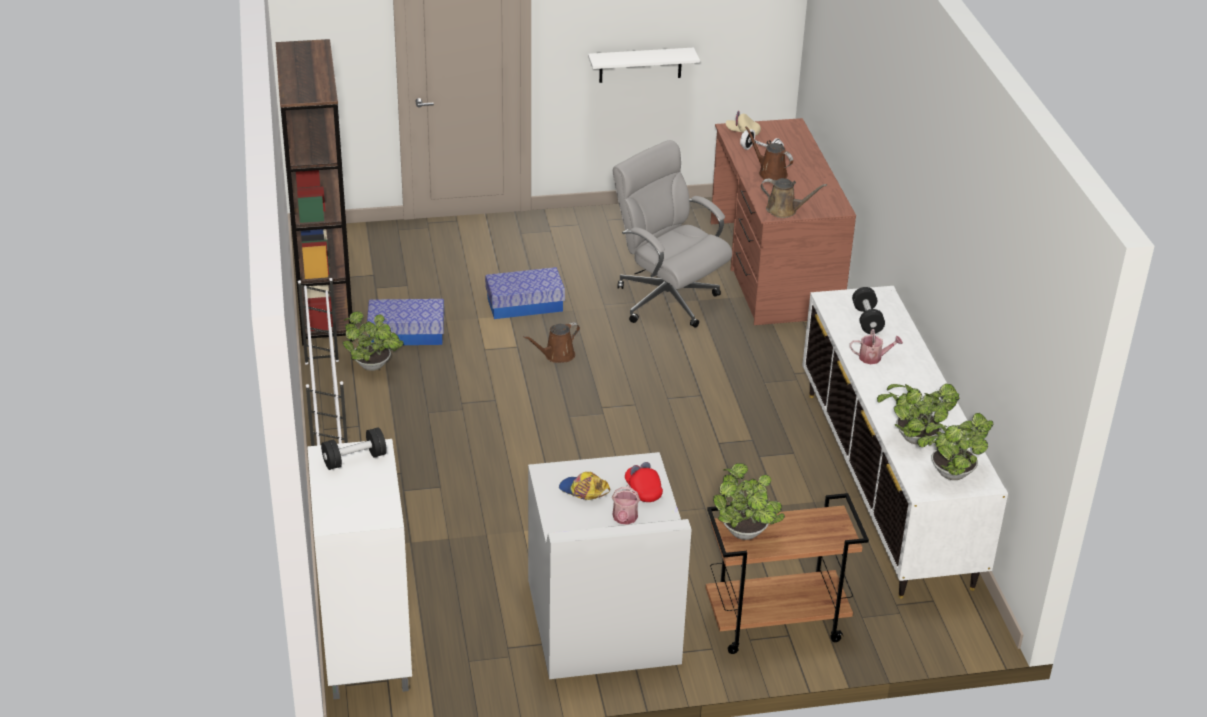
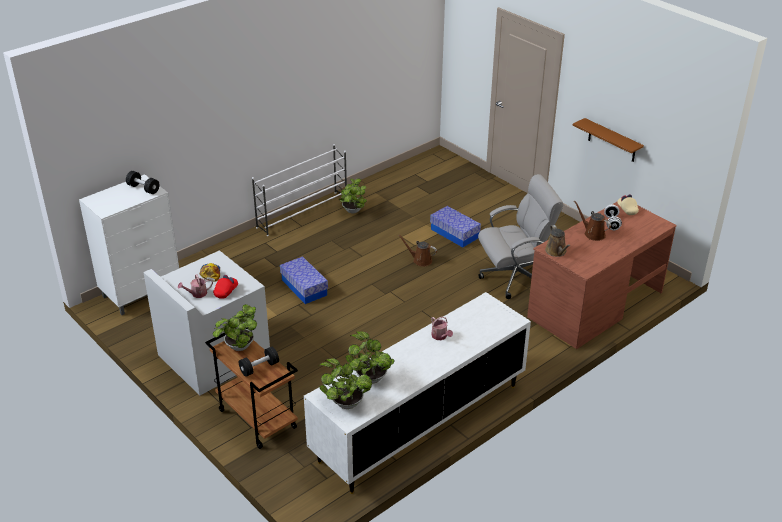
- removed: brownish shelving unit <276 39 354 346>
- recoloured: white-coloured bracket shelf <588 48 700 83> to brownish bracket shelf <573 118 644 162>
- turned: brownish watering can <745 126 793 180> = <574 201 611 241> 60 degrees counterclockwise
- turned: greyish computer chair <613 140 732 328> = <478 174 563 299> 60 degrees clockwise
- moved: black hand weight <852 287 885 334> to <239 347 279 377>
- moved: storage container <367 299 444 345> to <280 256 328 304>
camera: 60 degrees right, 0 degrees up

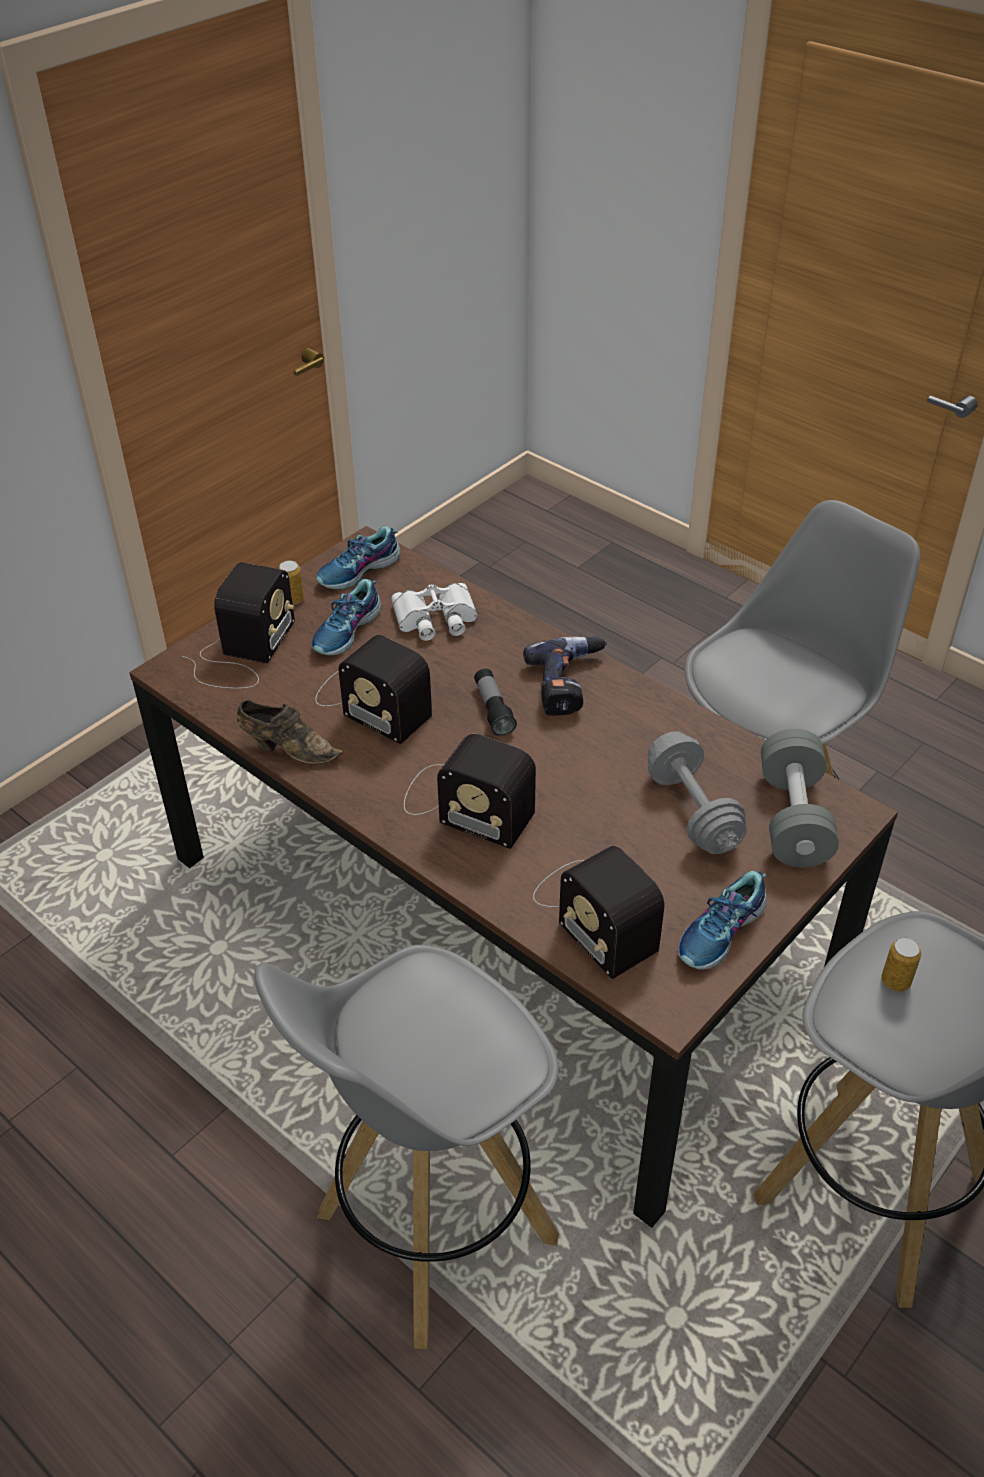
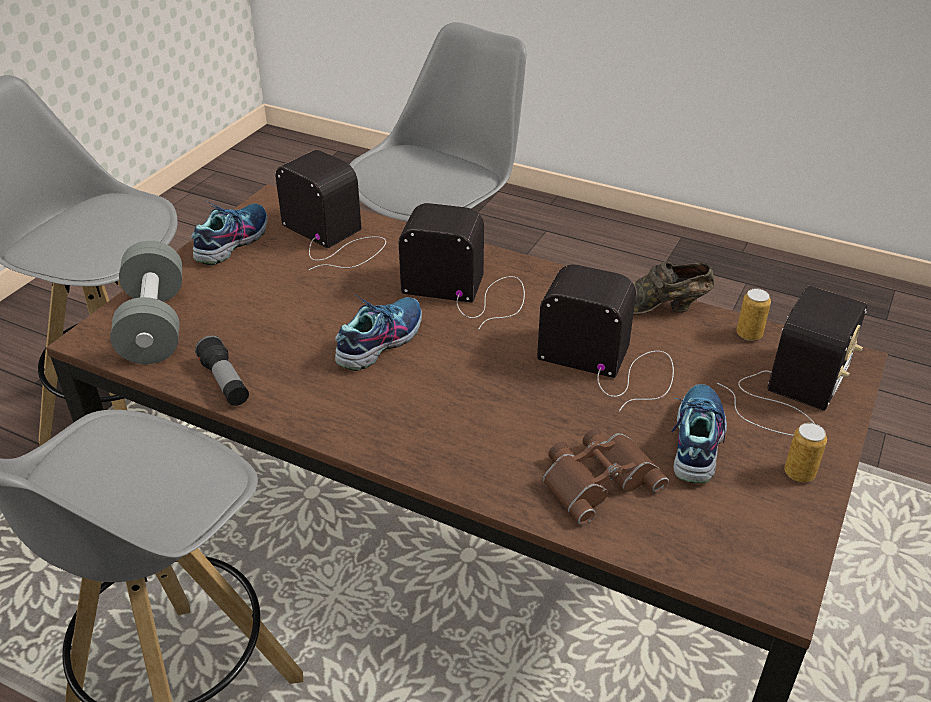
- moved: shoe <316 526 401 590> to <335 295 422 371>
- turned: radio <182 562 295 689> = <717 286 867 436> 150 degrees counterclockwise
- recoloured: white-coloured field glasses <391 583 477 641> to brownish field glasses <543 429 669 525>
- removed: drill <523 637 607 716>
- moved: flashlight <474 669 517 736> to <195 335 249 406>
- removed: greyish hand weight <648 732 747 854>
- moved: sealed can <882 937 921 991> to <736 288 771 341>
camera: 165 degrees right, 5 degrees down

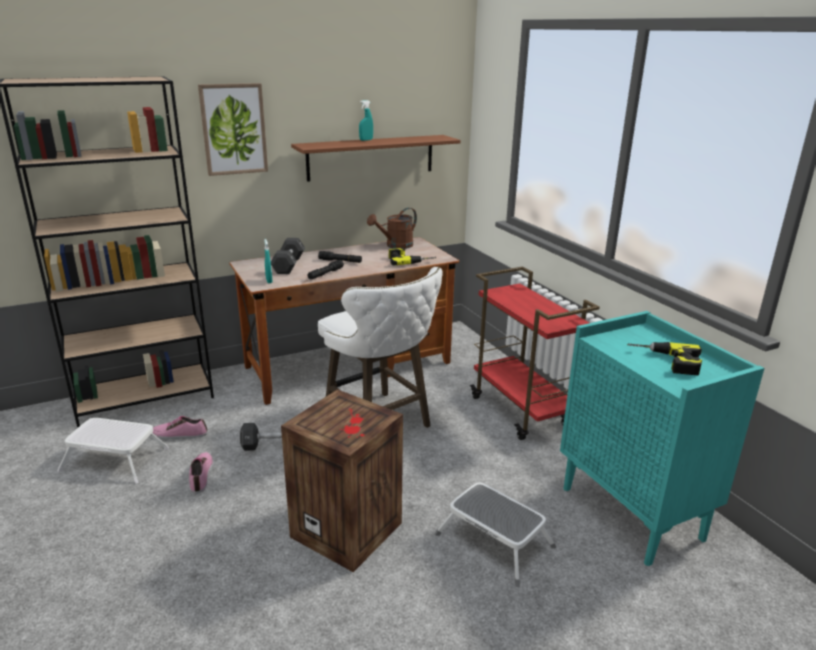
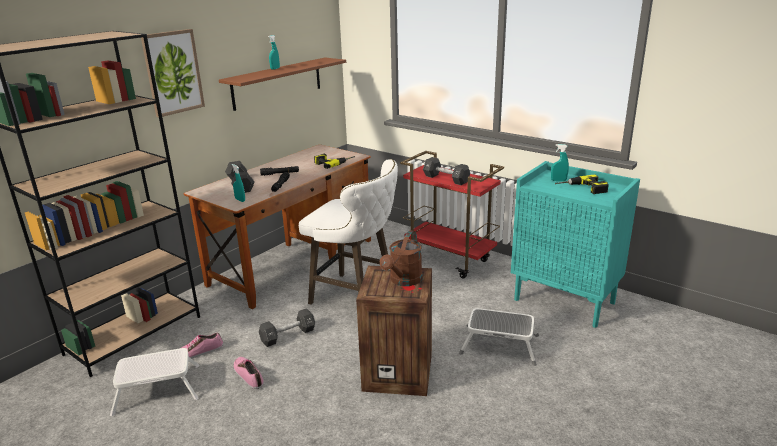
- moved: brownish watering can <367 208 417 249> to <380 230 423 286>
- added: blue-green hand sprayer <551 144 569 181>
- added: black hand weight <423 157 470 185>
camera: 25 degrees left, 0 degrees up

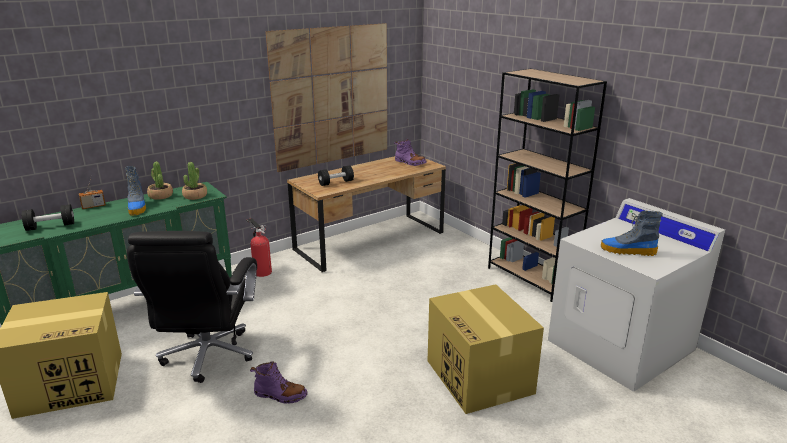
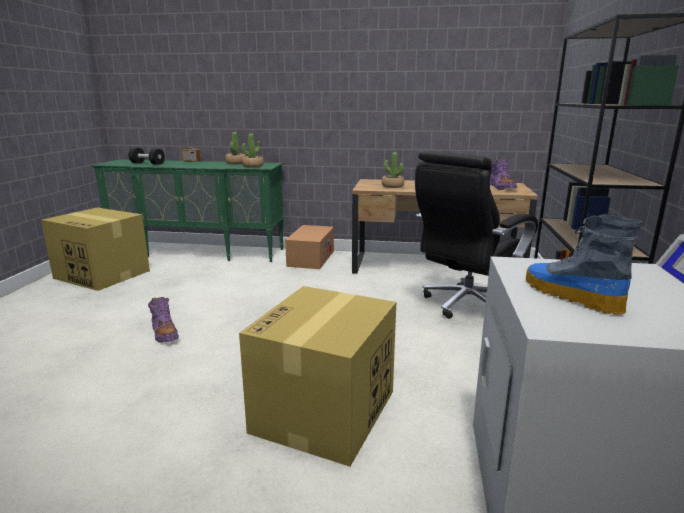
- removed: wall art <266 23 387 172>
- replaced: black hand weight <318 165 354 186> to houseplant <382 152 404 188>
- removed: boot <125 166 146 216>
- replaced: fire extinguisher <246 218 272 277> to packing box <285 225 334 269>
- moved: black computer chair <127 231 257 383> to <415 151 538 319>
camera: 45 degrees right, 5 degrees down

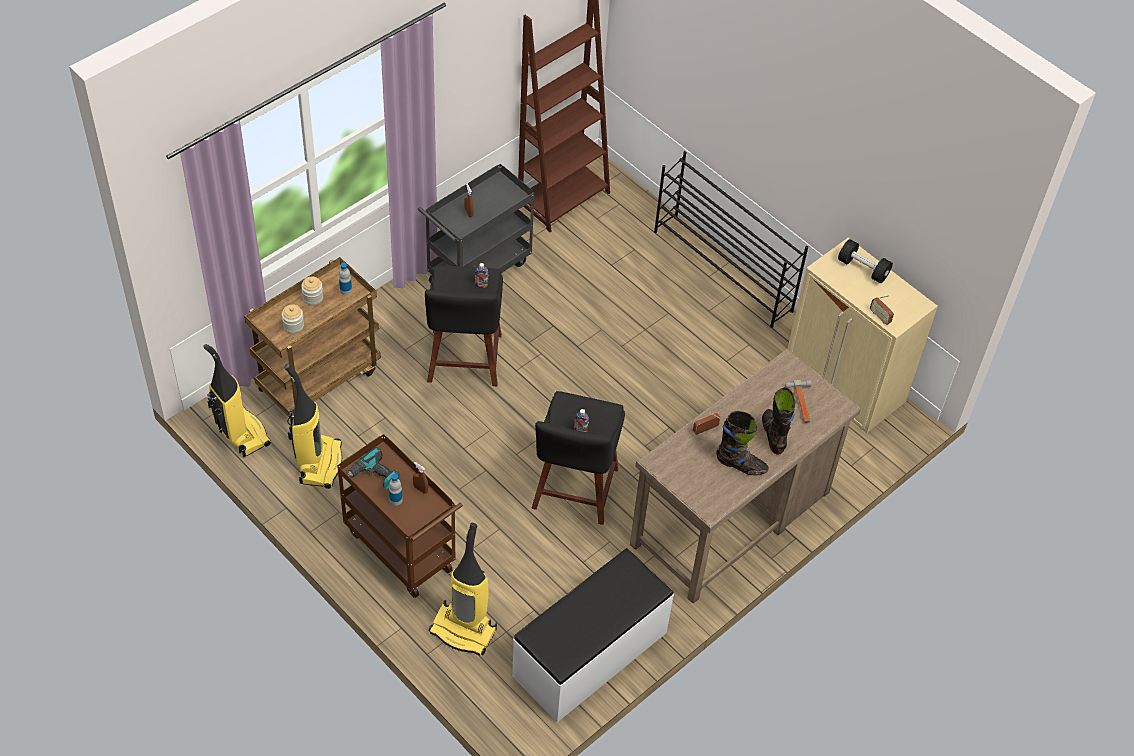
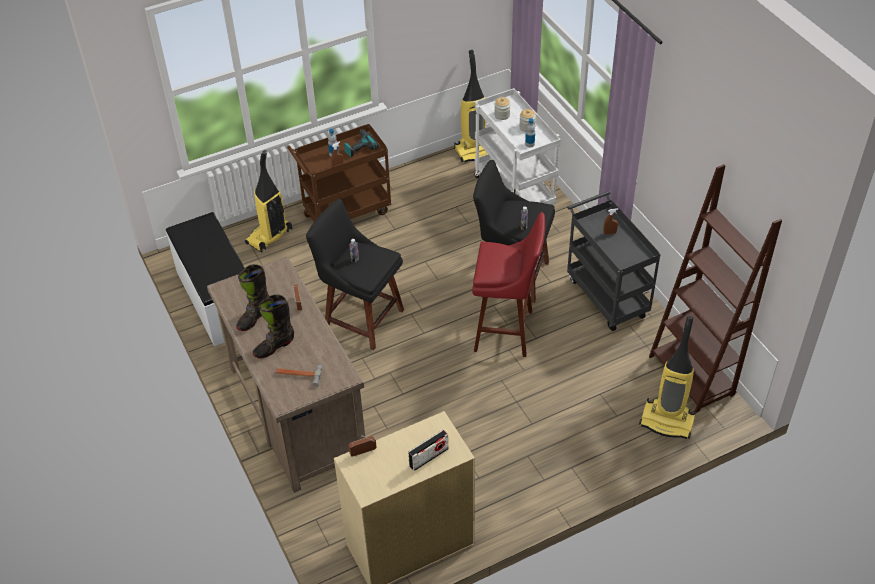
- removed: black shoe stand <654 151 808 328>
- replaced: black hand weight <838 239 893 283> to radio <408 430 448 471>
- recoloured: brownish wheeled cart <244 257 381 417> to white-coloured wheeled cart <474 88 561 205>
- moved: vacuum <285 364 342 489> to <639 316 696 439>
- turned: black boot <762 388 795 454> = <252 294 294 359> 135 degrees clockwise
- added: red stool seat <472 212 545 357>
camera: 110 degrees right, 5 degrees down

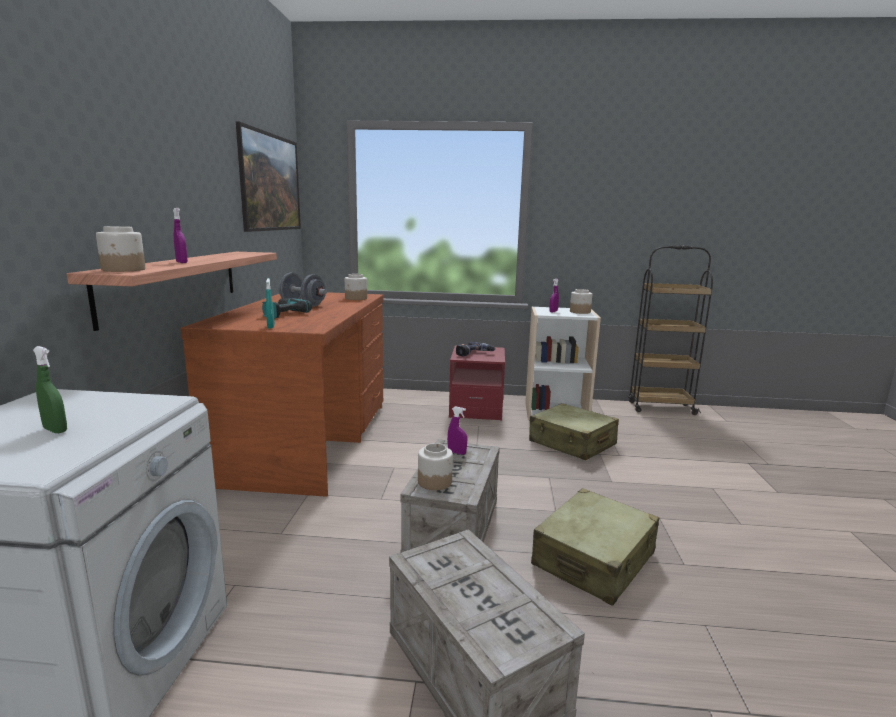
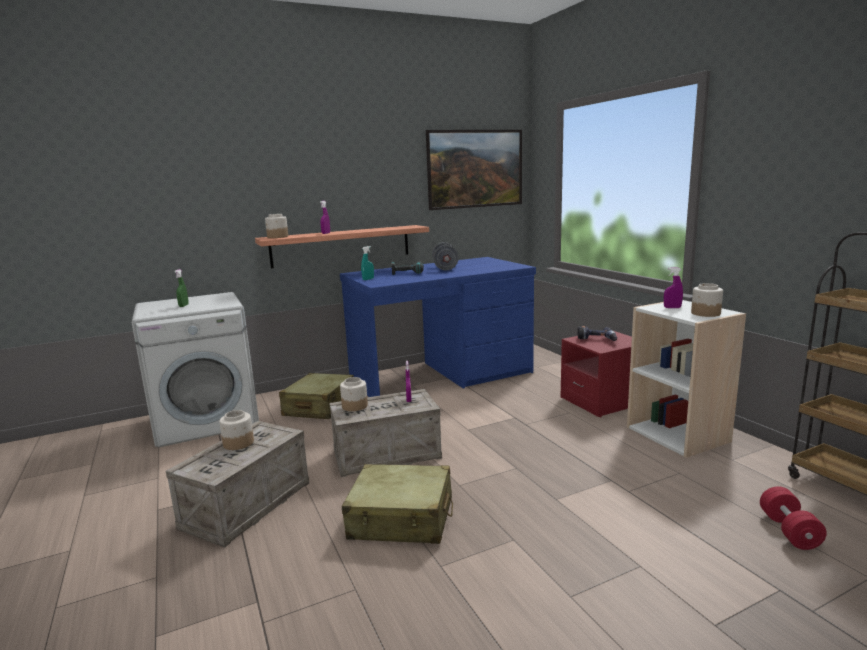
- moved: storage jar <345 274 367 300> to <219 410 254 450>
- recoloured: brownish desk <180 292 384 497> to bluish desk <340 257 536 397>
- moved: sand-coloured travel case <529 403 619 460> to <279 373 354 419>
- added: red hand weight <760 486 827 550>
camera: 60 degrees right, 0 degrees up

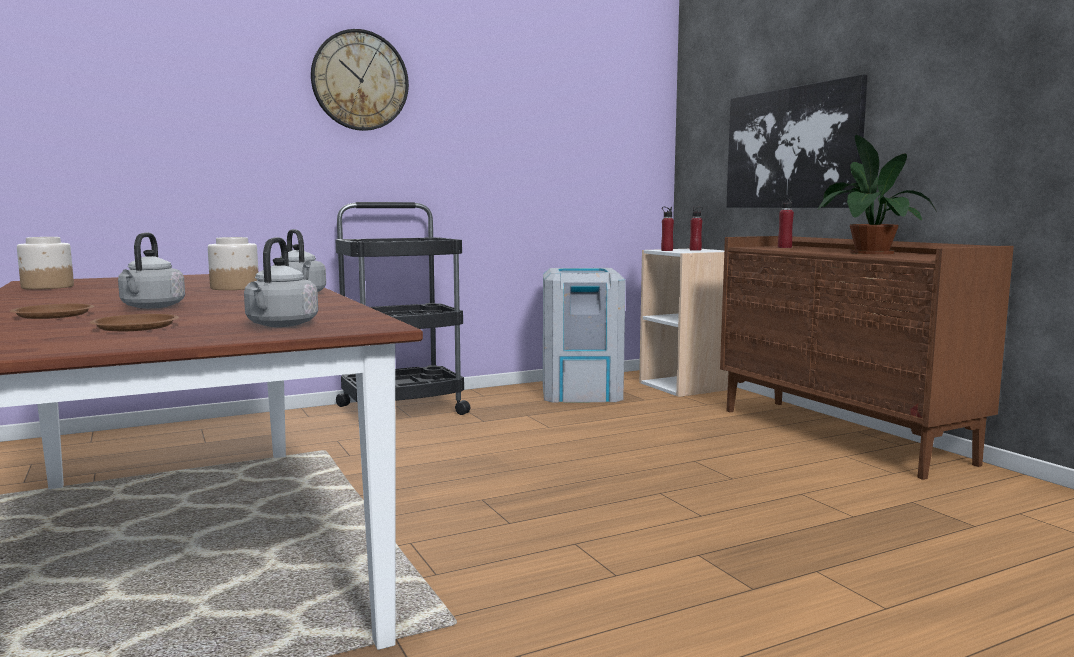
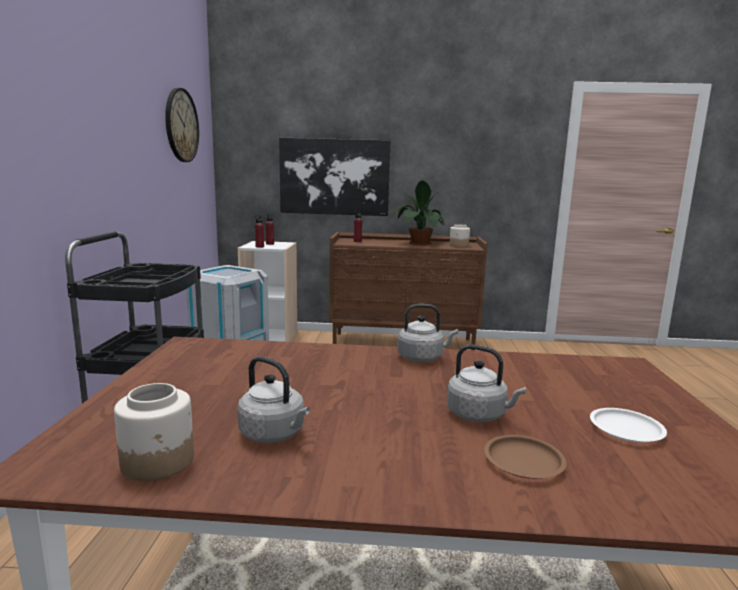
- moved: clock on the wall <311 29 409 131> to <165 88 199 162>
- moved: storage jar <208 237 258 290> to <449 224 470 247>
- moved: greyish kettle <244 237 318 327> to <238 356 310 443>
- recoloured: brownish plate <89 314 179 331> to white-coloured plate <590 408 667 443>
camera: 60 degrees left, 5 degrees up

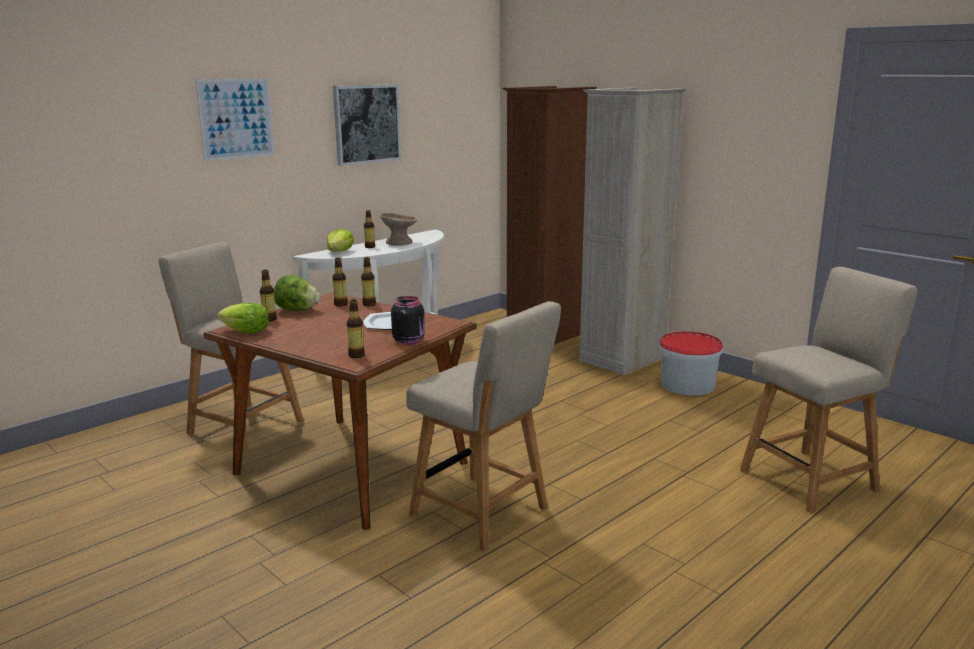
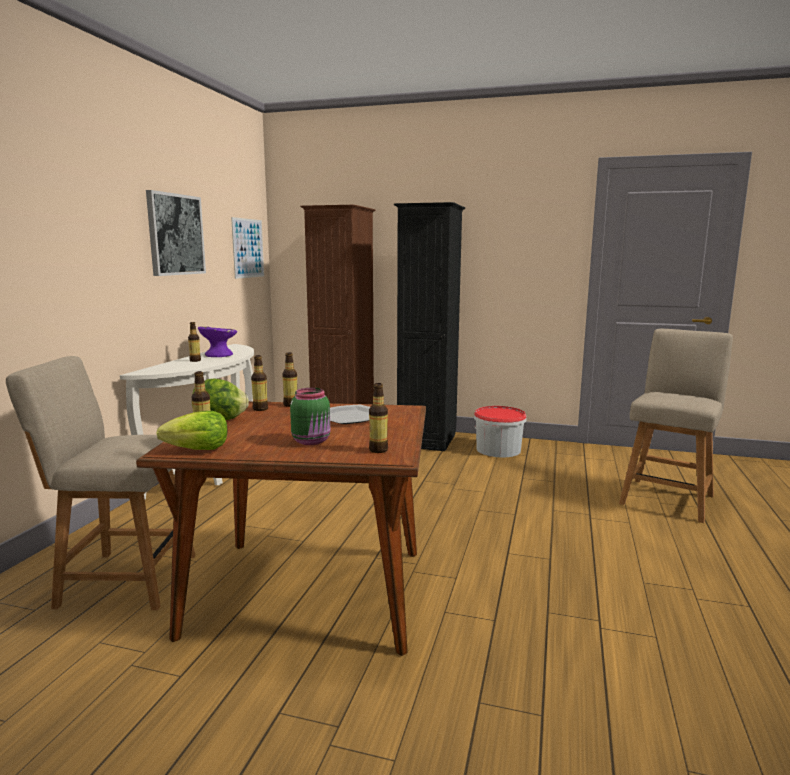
- moved: wall art <195 78 275 161> to <231 217 264 279>
- recoloured: sand-coloured storage cabinet <579 88 686 375> to black storage cabinet <394 202 465 451>
- recoloured: sand-coloured bowl <380 213 417 245> to purple bowl <198 327 237 357>
- removed: lettuce <327 229 354 252>
- removed: black storage jar <391 296 425 345>
- removed: sand-coloured upright chair <407 301 561 552>
- added: green-coloured storage jar <290 388 330 445>
camera: 30 degrees left, 5 degrees down

